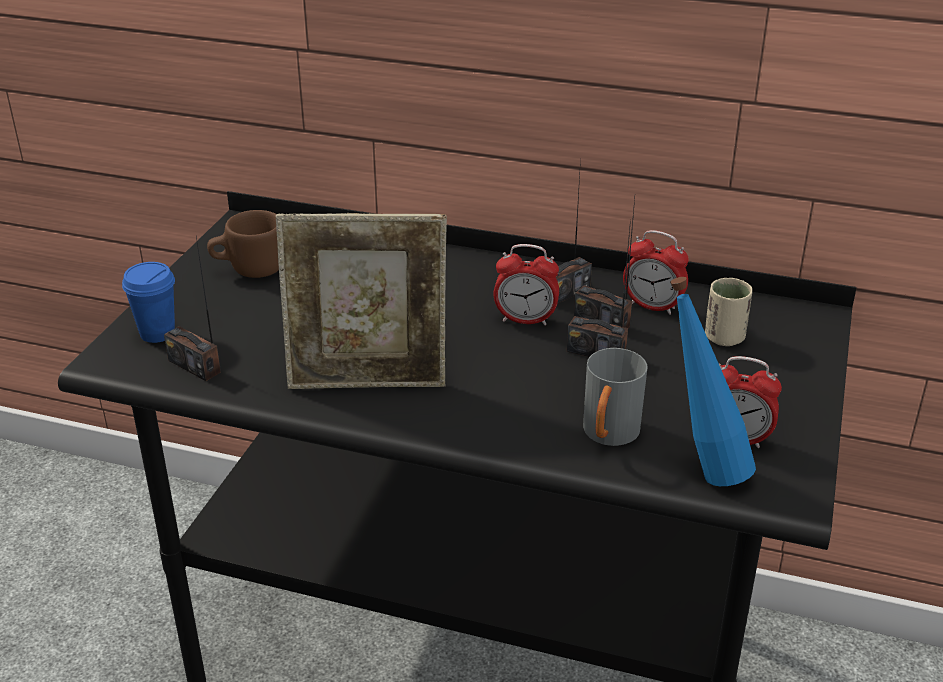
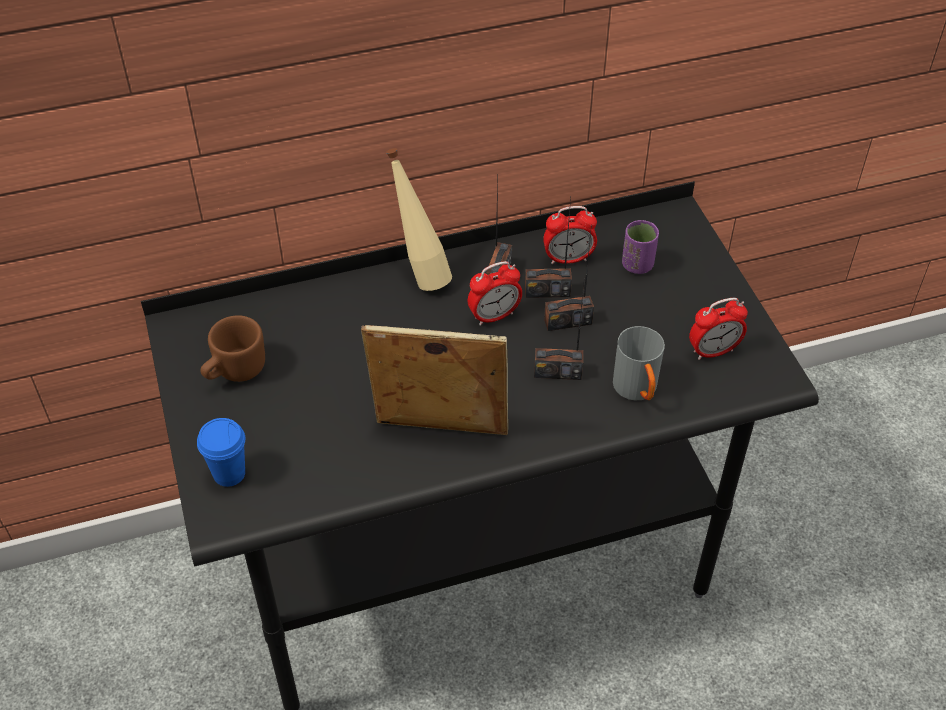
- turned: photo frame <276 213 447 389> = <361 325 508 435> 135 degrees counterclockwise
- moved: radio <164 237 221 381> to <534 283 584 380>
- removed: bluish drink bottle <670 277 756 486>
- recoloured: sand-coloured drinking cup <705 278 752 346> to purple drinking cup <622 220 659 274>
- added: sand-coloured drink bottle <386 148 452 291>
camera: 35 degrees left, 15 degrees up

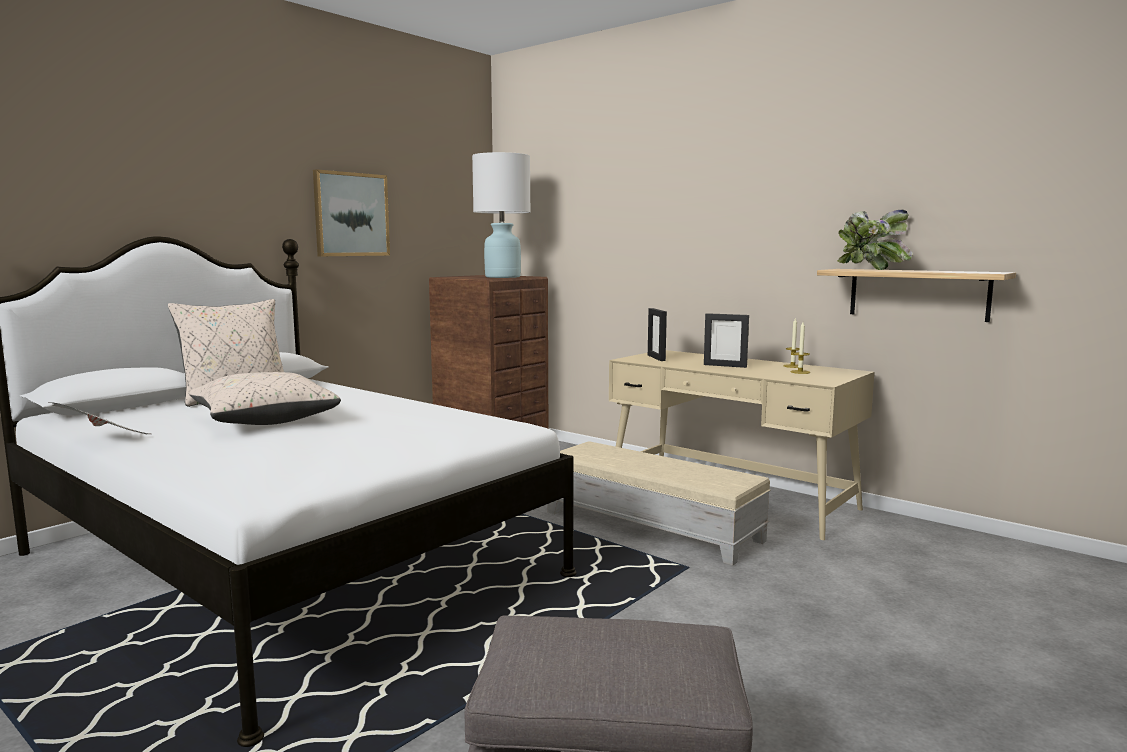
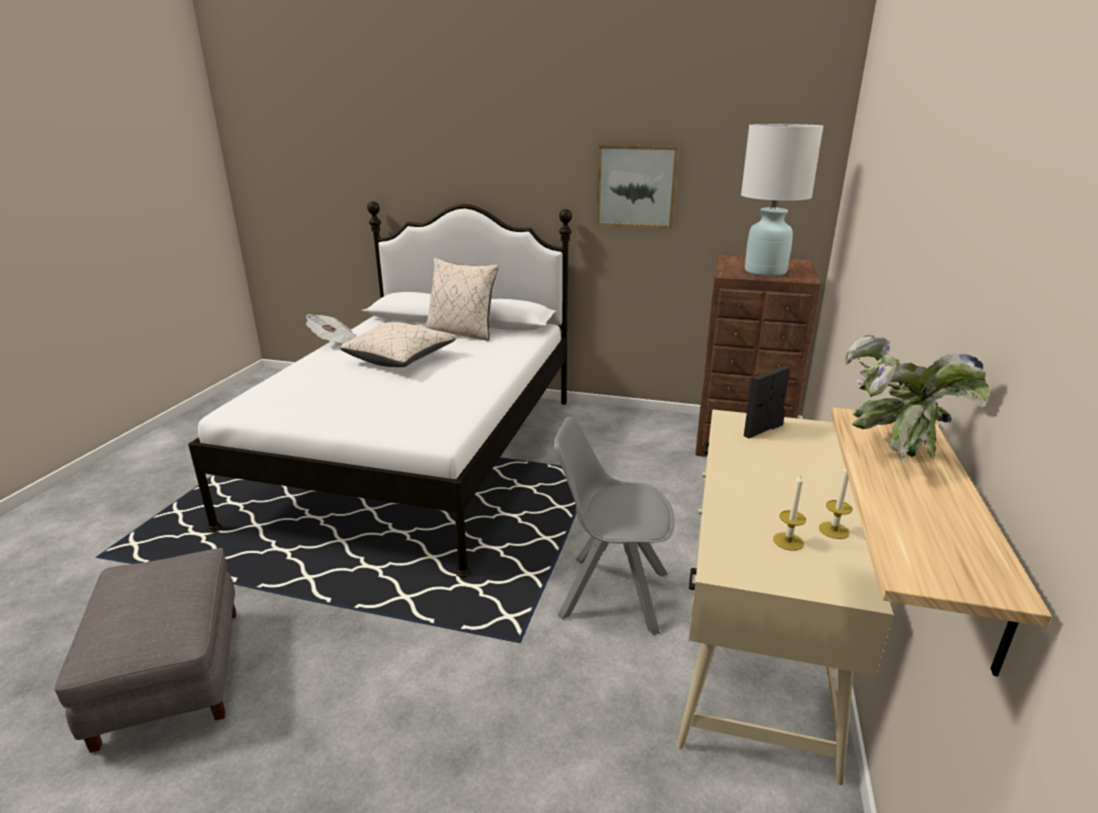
- removed: photo frame <704 313 749 368>
- replaced: sand-coloured ottoman <547 441 771 566> to greyish upright chair <553 417 674 635>
camera: 65 degrees right, 15 degrees up

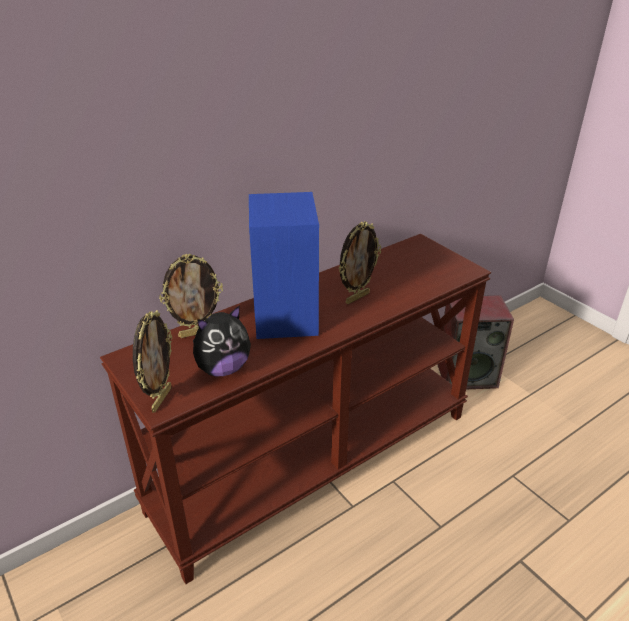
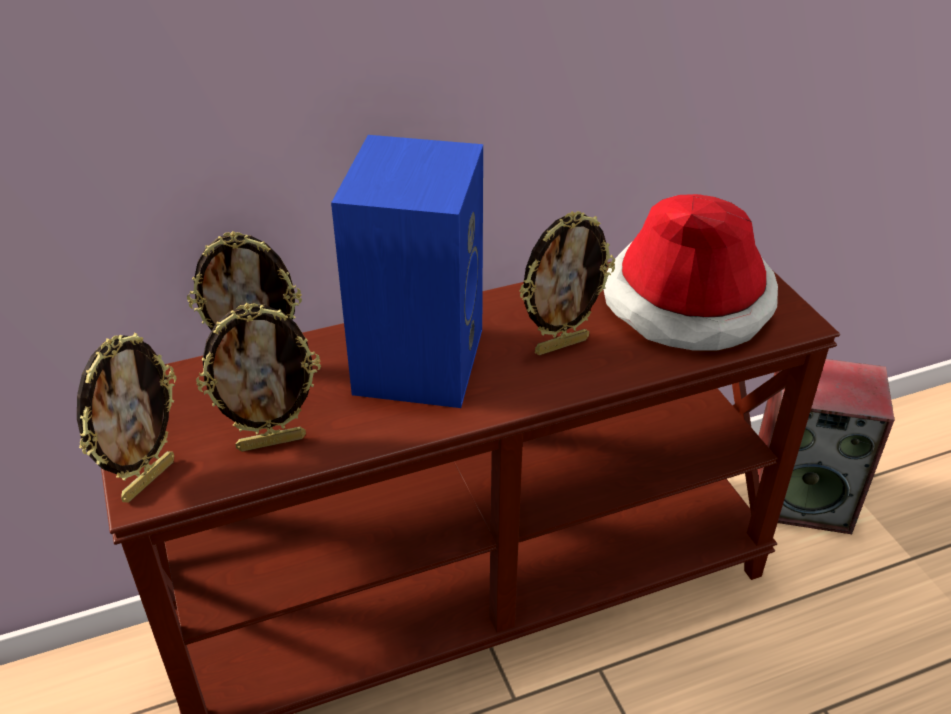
- replaced: cuddly toy <193 305 251 376> to photo frame <196 303 321 452>
- added: clothing hat <603 194 778 351>
camera: 15 degrees right, 5 degrees up

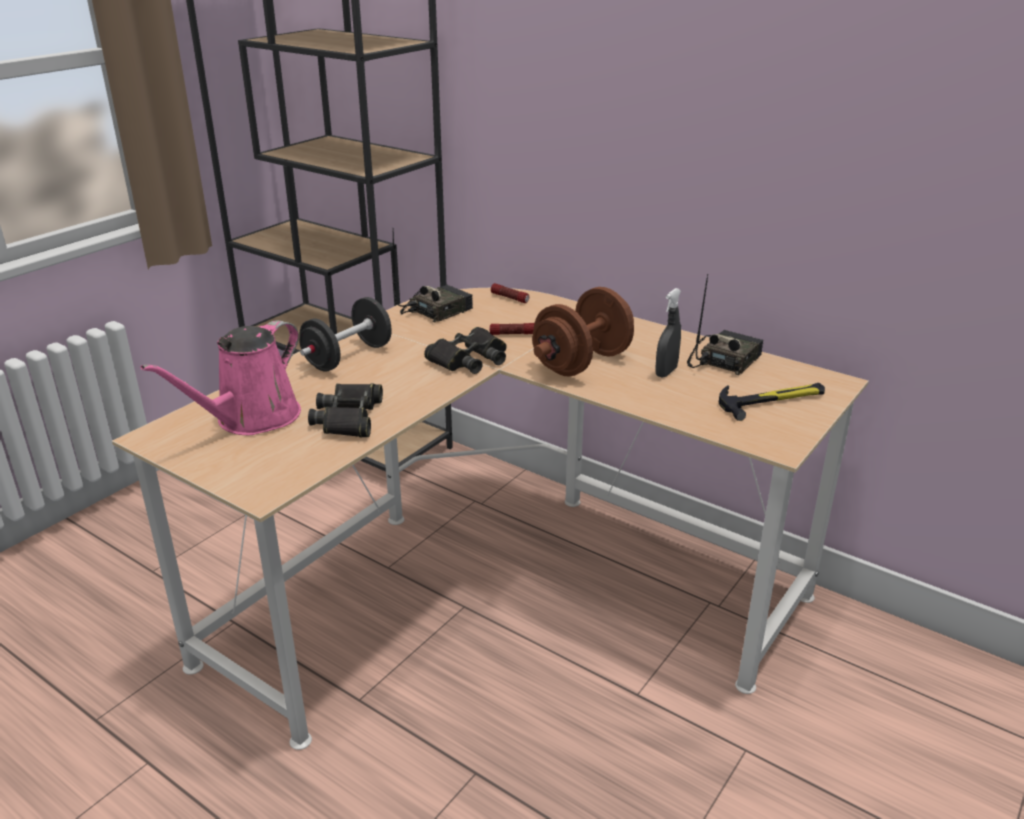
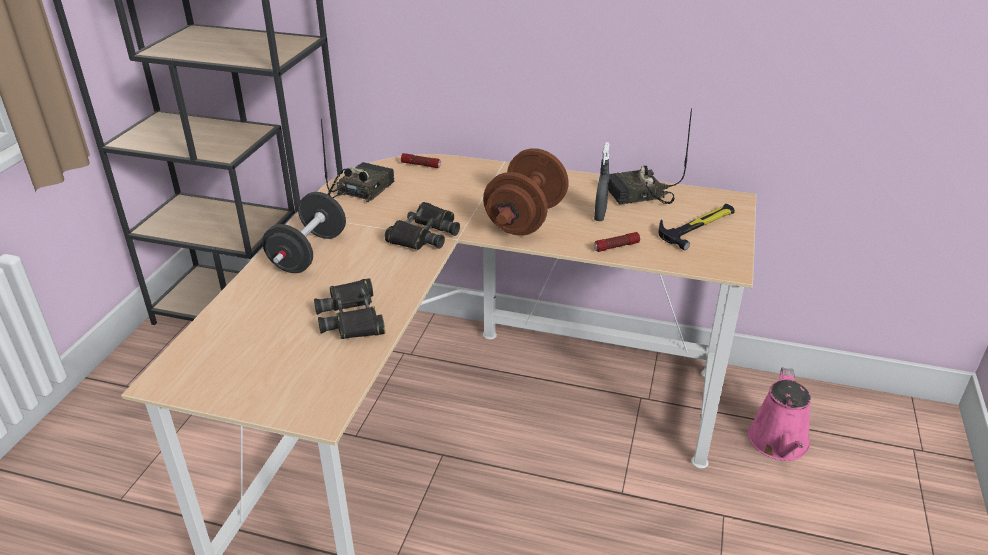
- turned: radio <687 274 764 375> = <608 108 692 204> 120 degrees counterclockwise
- moved: pink-coloured watering can <141 320 301 435> to <748 368 811 461>
- moved: flashlight <490 323 534 335> to <594 232 640 252>
camera: 20 degrees left, 5 degrees up

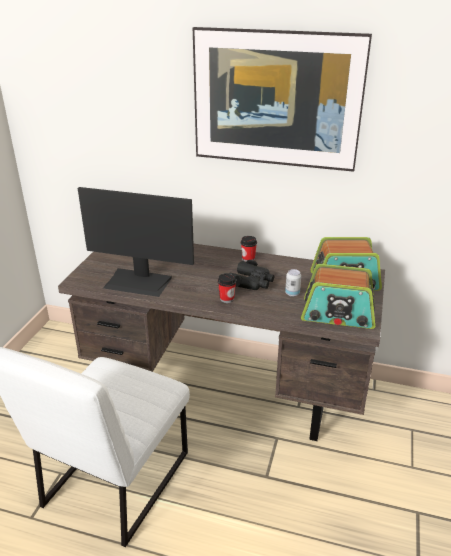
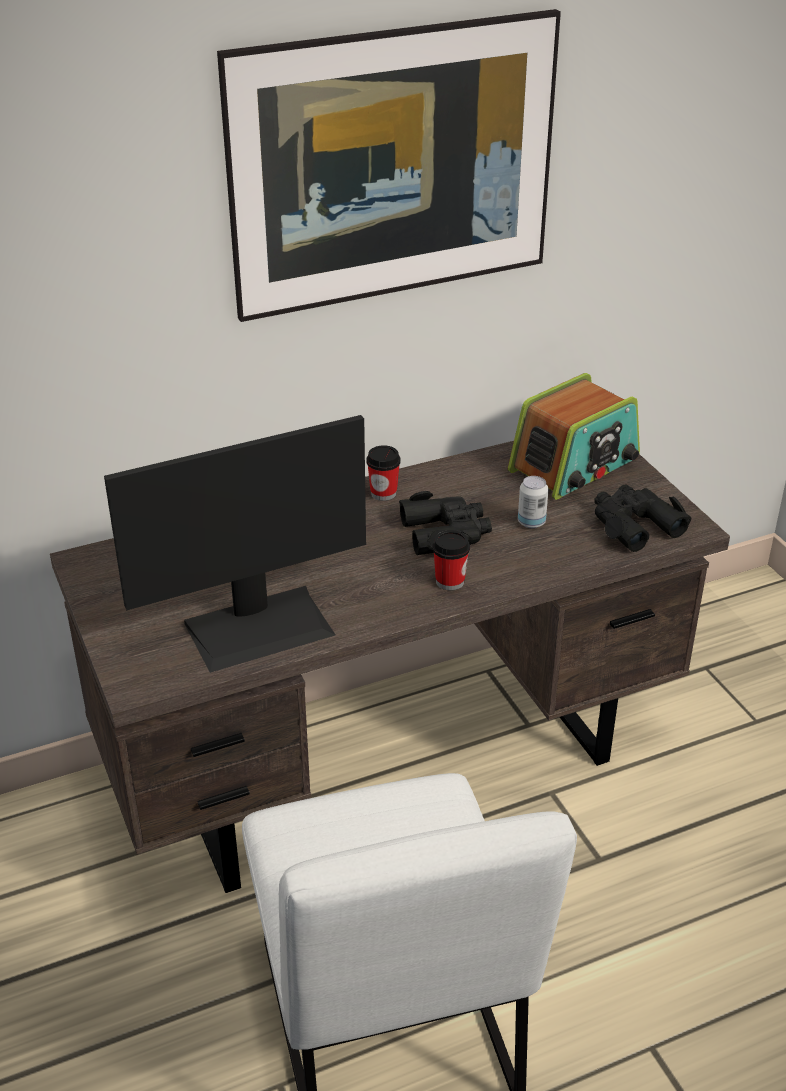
- replaced: radio <301 264 375 329> to black field glasses <594 485 692 552>
camera: 40 degrees left, 5 degrees up

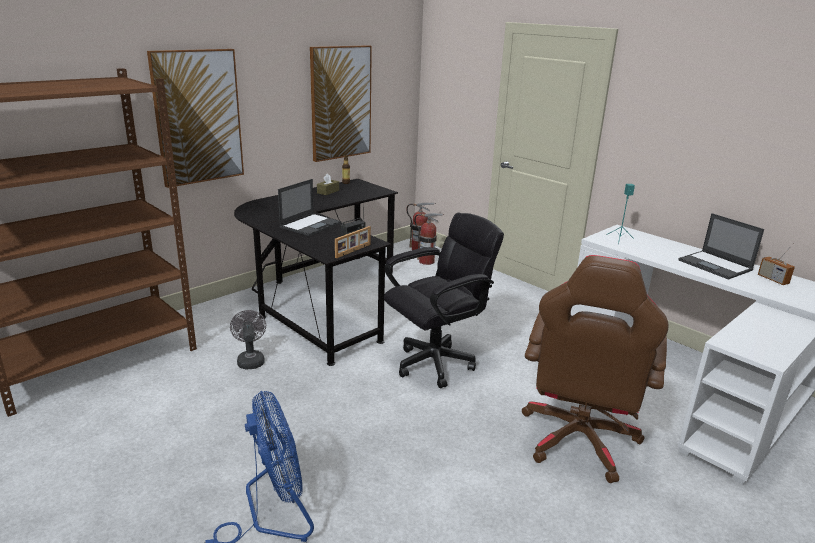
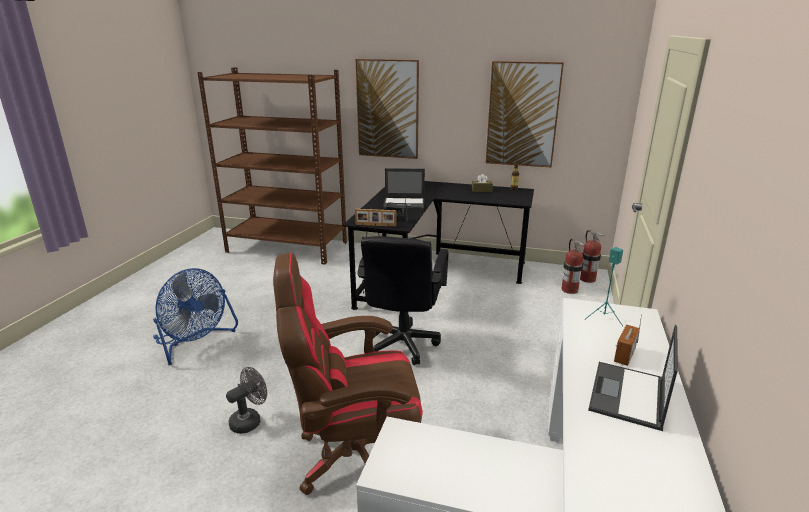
- turned: black computer chair <384 212 504 388> = <357 236 448 365> 75 degrees clockwise
- moved: radio <758 243 795 285> to <614 315 642 366>
- moved: greyish fan <230 310 266 369> to <226 367 267 434>
camera: 60 degrees right, 0 degrees up

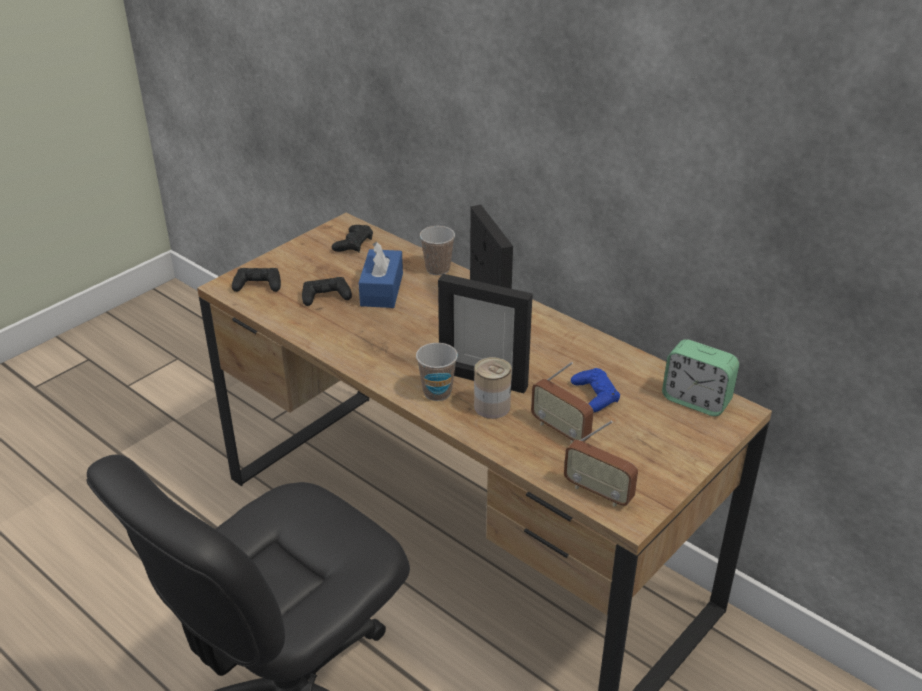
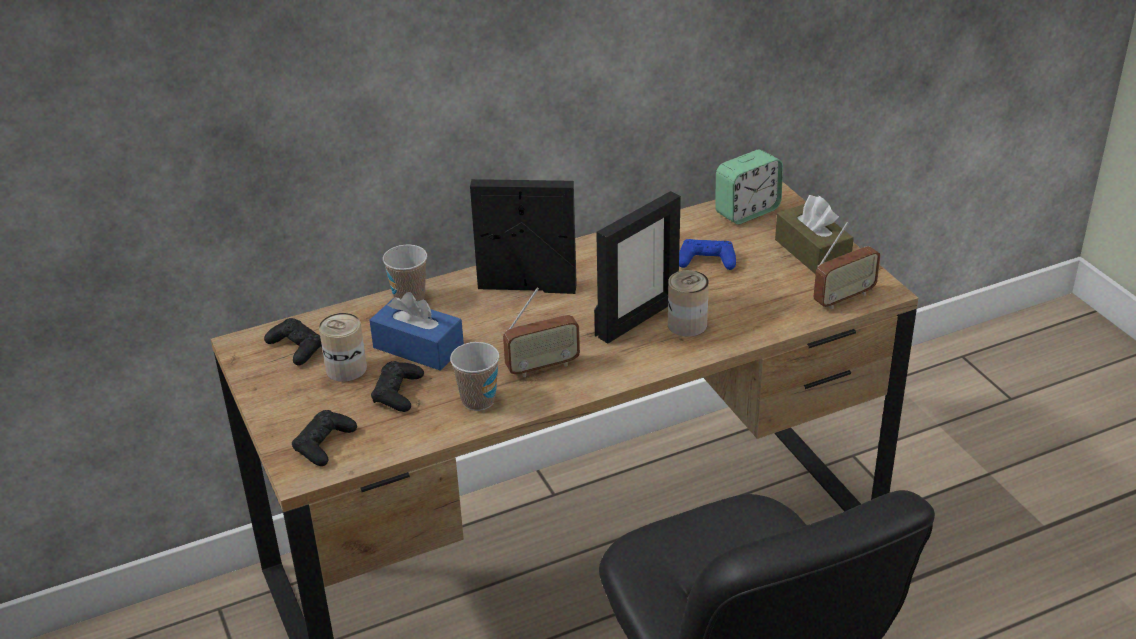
- moved: drinking cup <416 343 458 401> to <450 342 500 411>
- moved: radio <531 362 594 443> to <503 287 580 377>
- added: brownish tissue box <775 195 854 274>
- added: sealed can <319 313 367 382>
camera: 65 degrees left, 0 degrees up

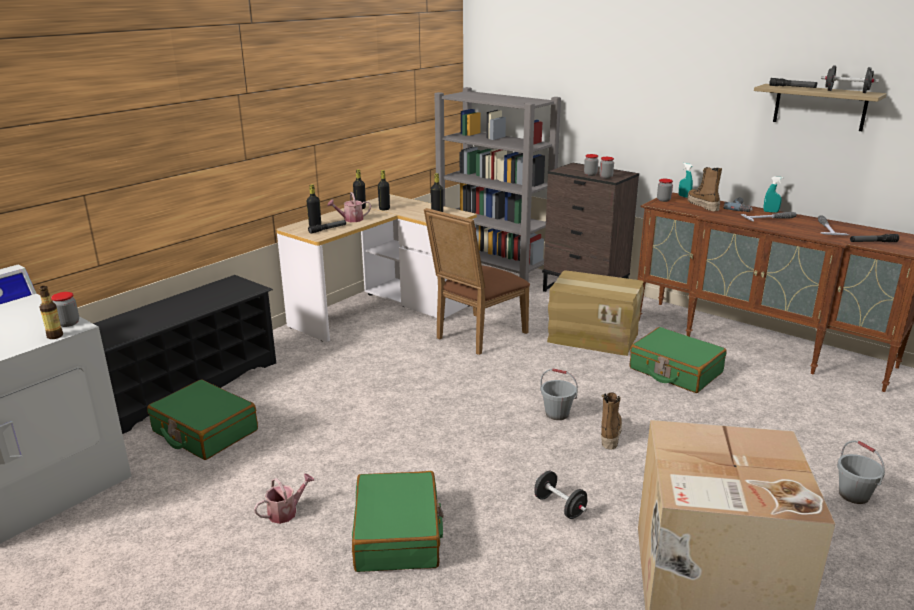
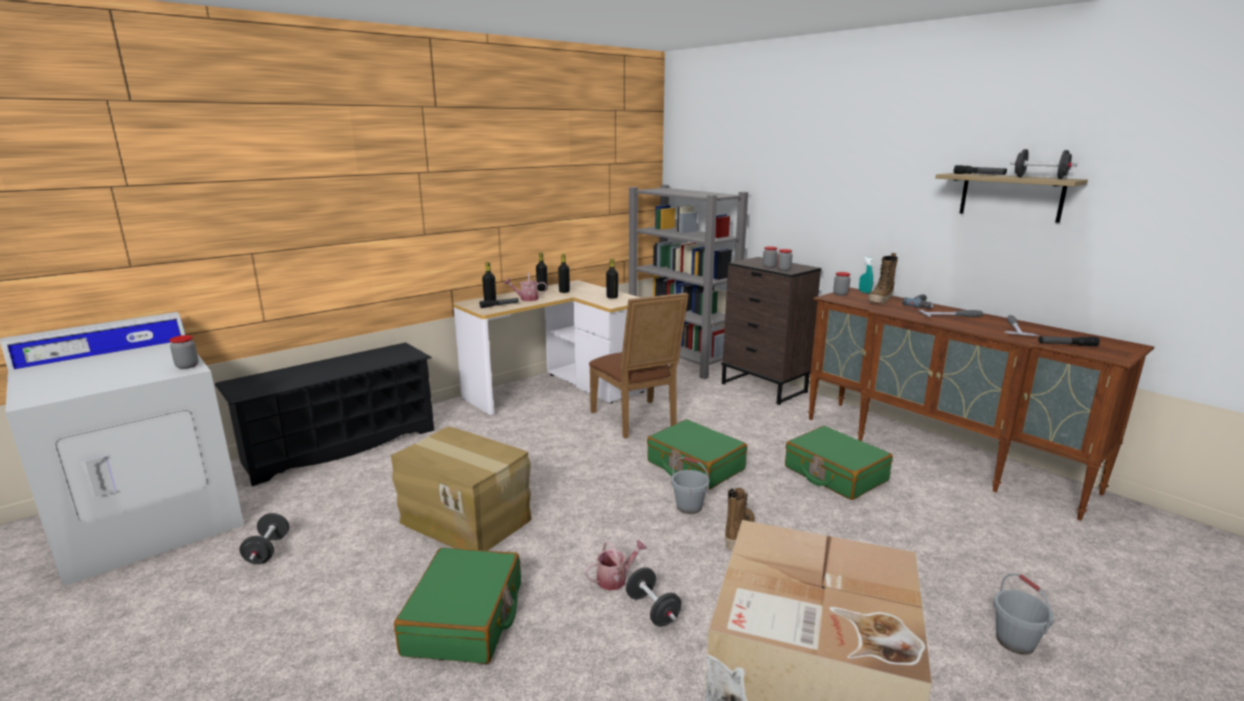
- turned: boot <687 167 722 211> = <868 253 898 304> 135 degrees counterclockwise
- removed: blue-green hand sprayer <764 177 783 213>
- turned: brownish upright chair <424 208 530 355> = <589 293 689 439> 75 degrees counterclockwise
- moved: packing box <547 270 644 356> to <391 427 532 551>
- removed: drink bottle <39 286 63 339>
- moved: green-coloured travel case <147 380 258 460> to <647 419 747 490>
- moved: watering can <254 473 314 524> to <585 540 647 591>
- added: black hand weight <239 513 289 564>
camera: 10 degrees right, 5 degrees down

